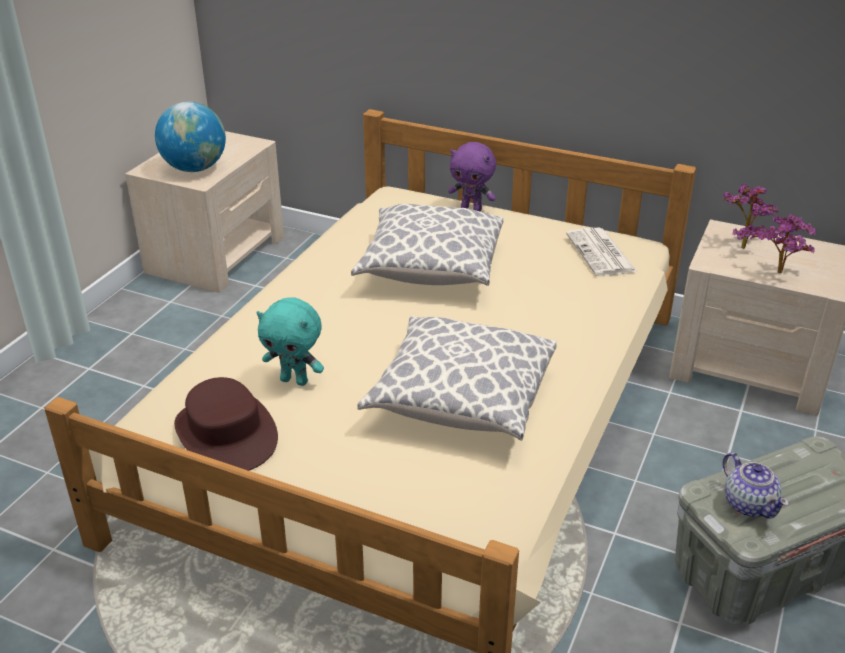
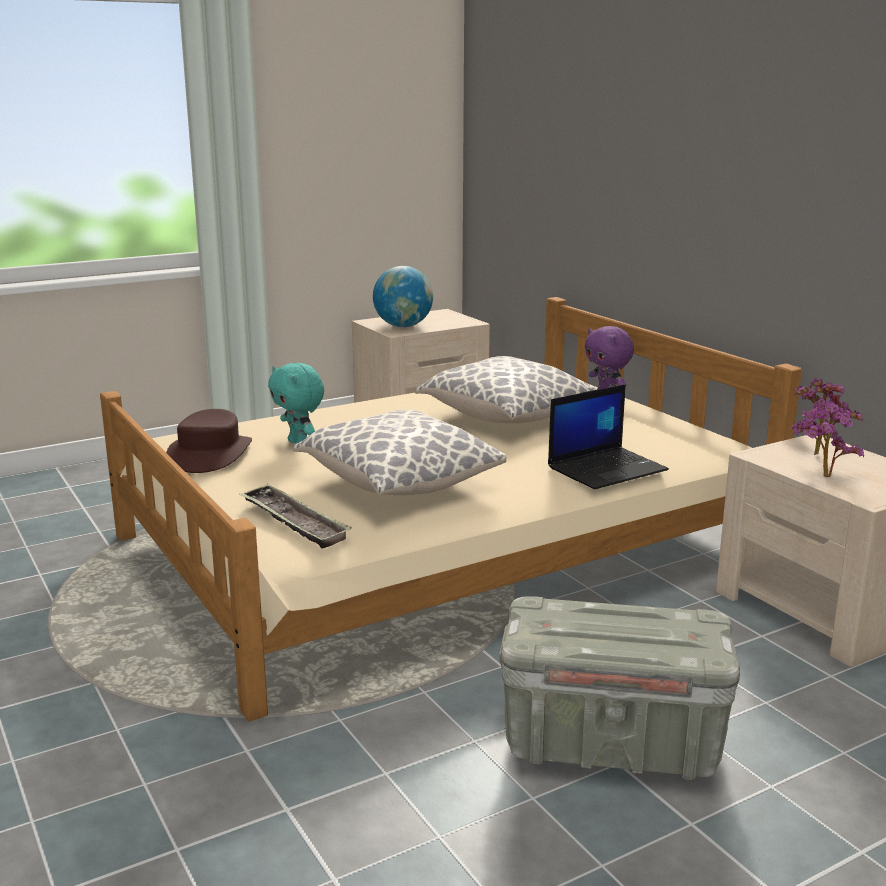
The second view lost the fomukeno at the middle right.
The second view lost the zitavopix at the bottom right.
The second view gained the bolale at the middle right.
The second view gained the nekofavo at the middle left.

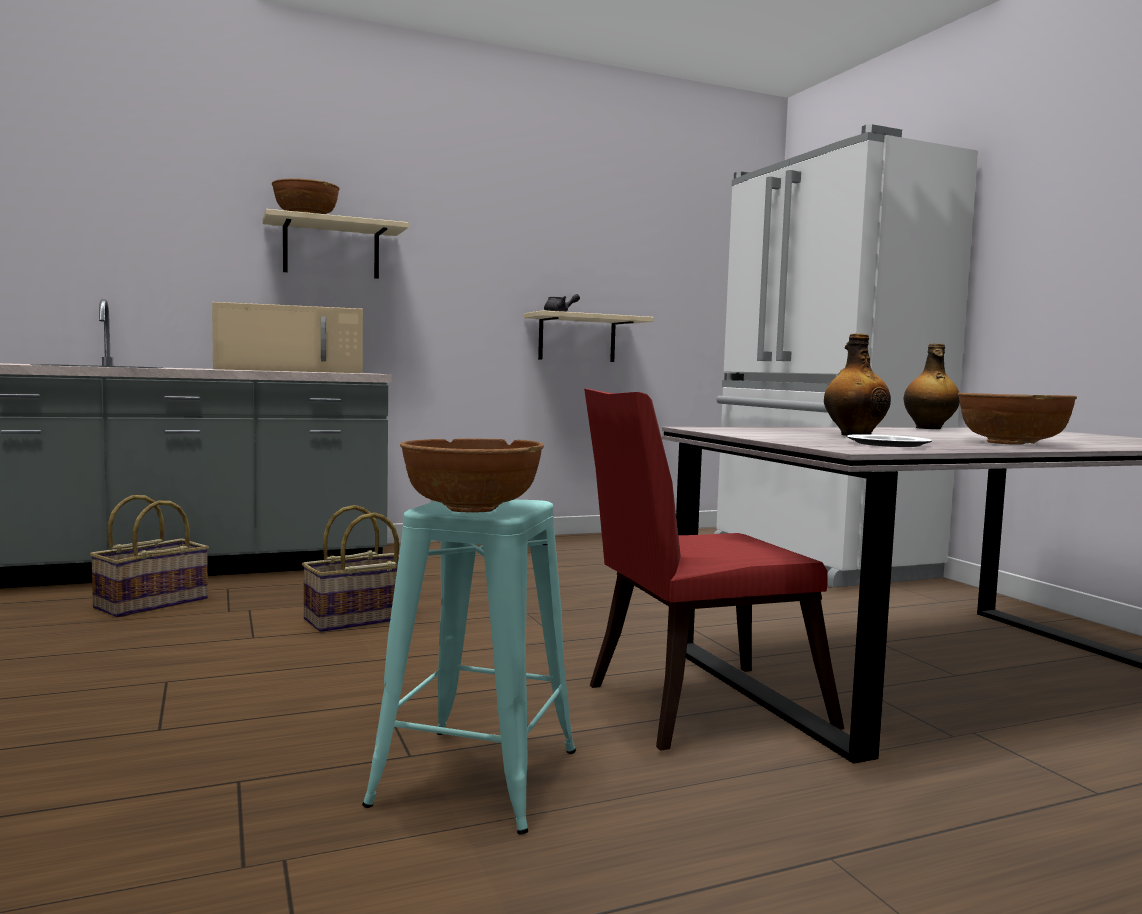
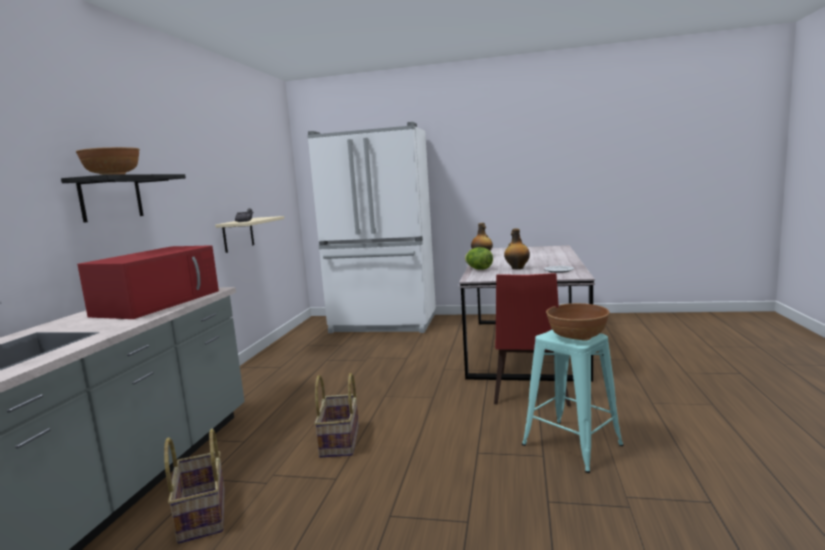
What was the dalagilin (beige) (no. 1 from left) at the top left turned into the dalagilin (black) at the middle left.
What was the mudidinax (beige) at the middle left turned into the mudidinax (red) at the middle left.
The second view lost the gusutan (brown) (no. 3 from left) at the middle right.
The second view gained the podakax at the centre.

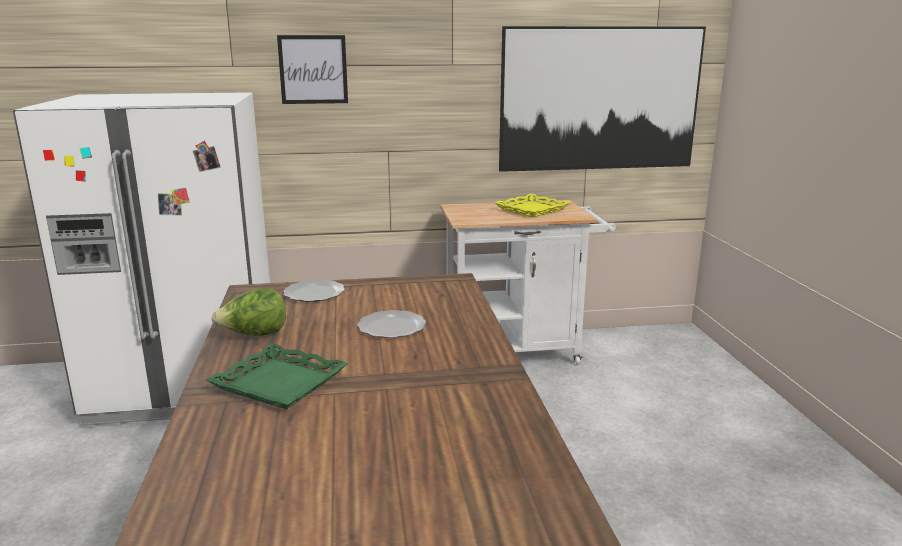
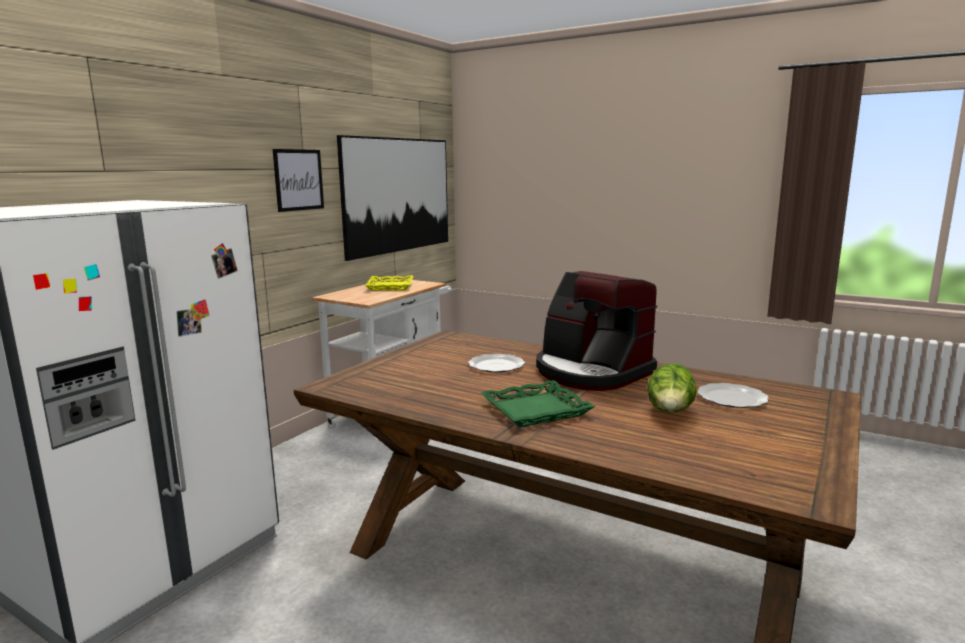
The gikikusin (no. 1 from left) ended up elsewhere, having gone from the top centre to the top left.
The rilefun (no. 1 from left in the first image) ended up elsewhere, having gone from the centre to the middle right.
The podakax ended up elsewhere, having gone from the middle left to the middle right.
The second view gained the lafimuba at the centre.

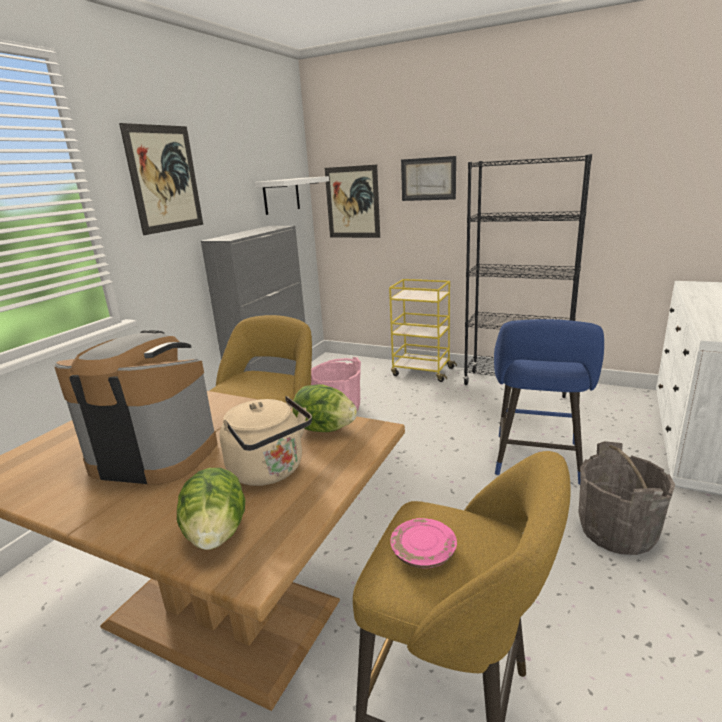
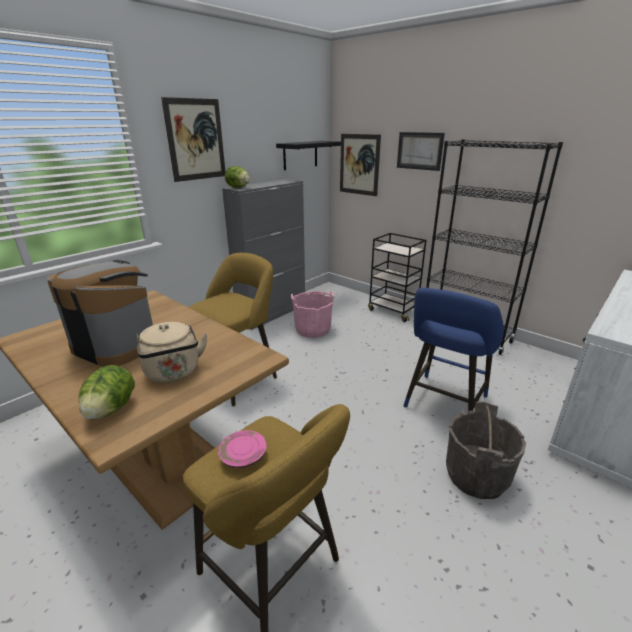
What was the dalagilin (white) at the top centre turned into the dalagilin (black) at the top centre.
What was the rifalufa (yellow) at the centre turned into the rifalufa (black) at the centre.
The podakax (no. 2 from left) ended up elsewhere, having gone from the centre to the top centre.

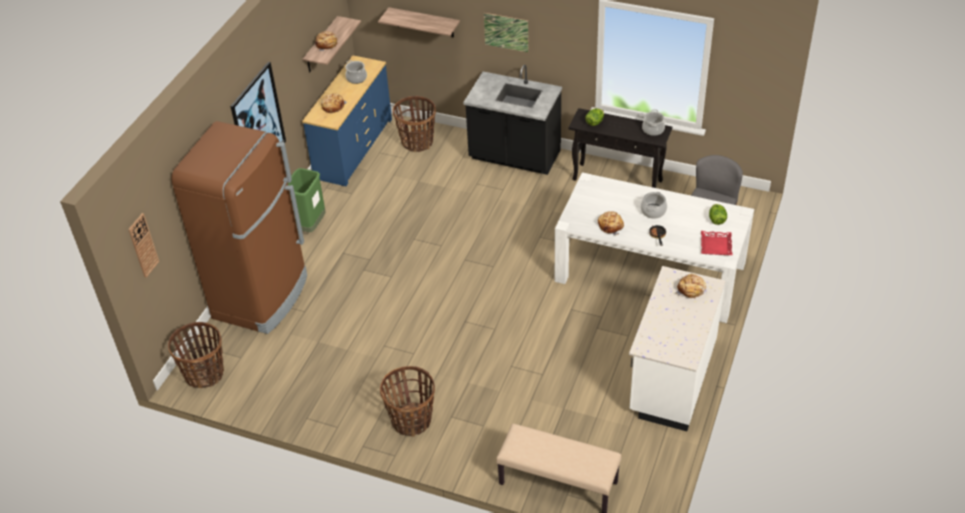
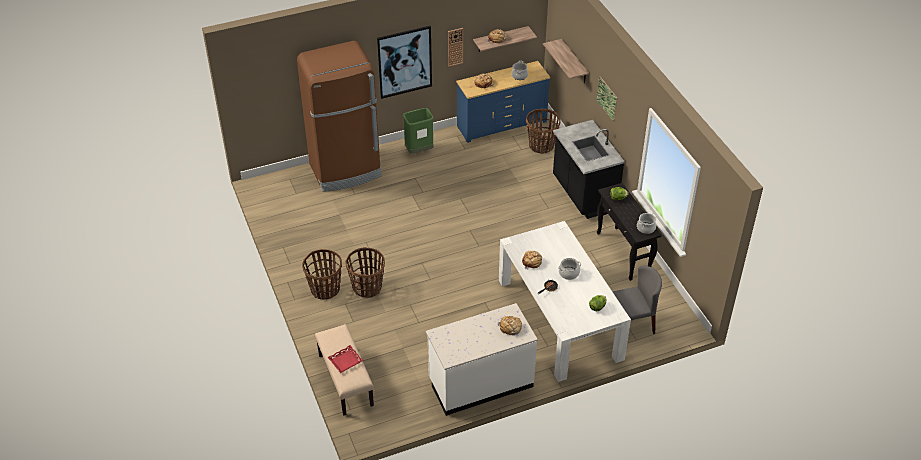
The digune ended up elsewhere, having gone from the middle left to the top centre.
The nekofavo (red) ended up elsewhere, having gone from the middle right to the bottom centre.
The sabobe (no. 1 from left in the first image) ended up elsewhere, having gone from the bottom left to the centre.

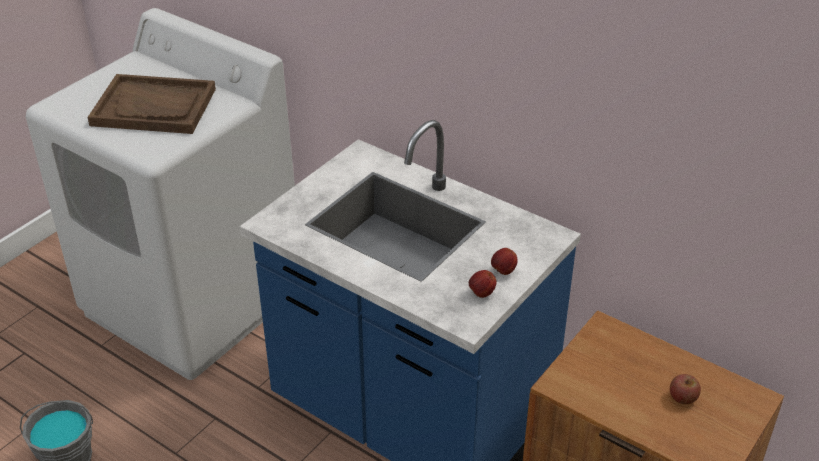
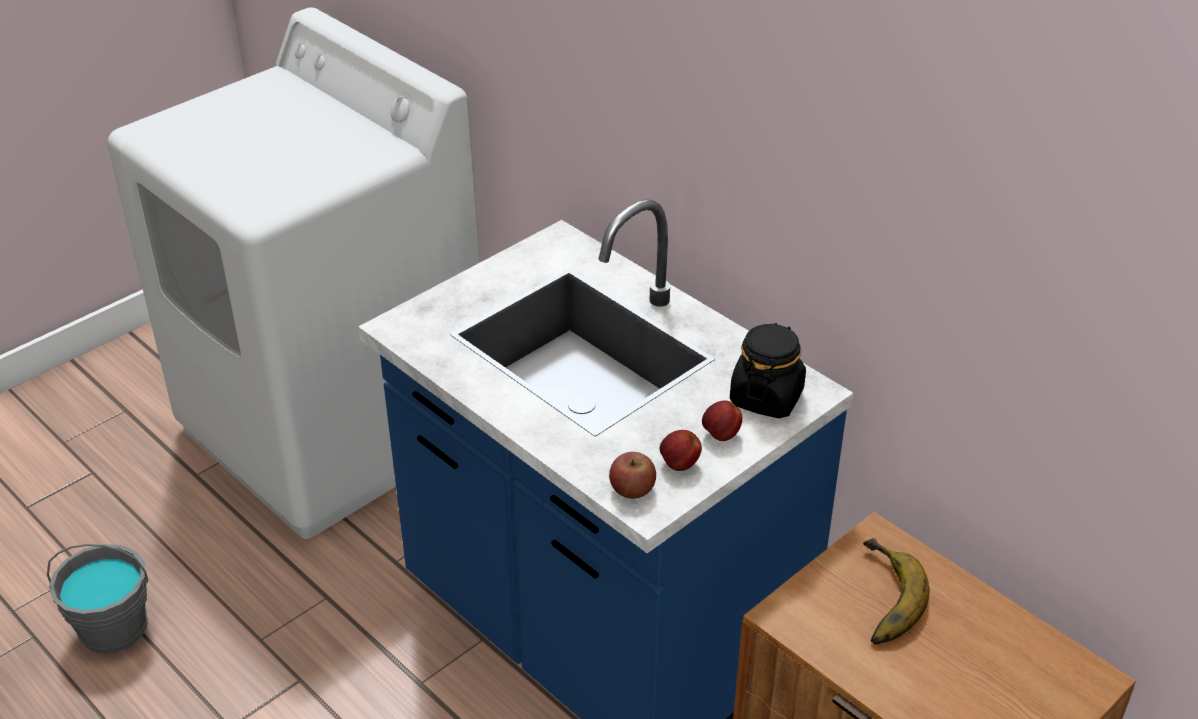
The second view lost the nekofavo (brown) at the top left.
The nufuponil (no. 3 from left in the first image) ended up elsewhere, having gone from the bottom right to the centre.
The second view gained the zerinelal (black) at the centre.
The second view gained the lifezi at the bottom right.

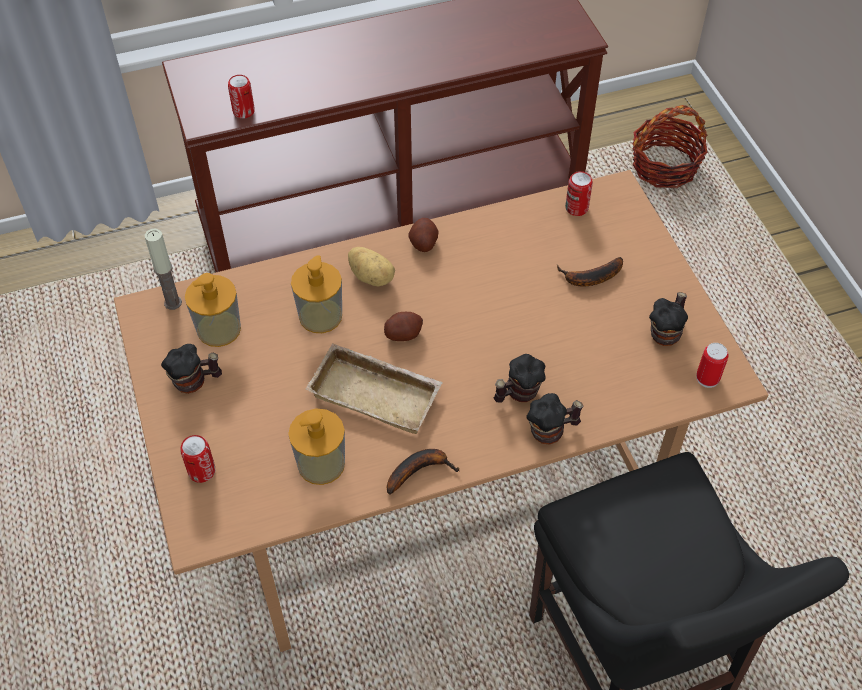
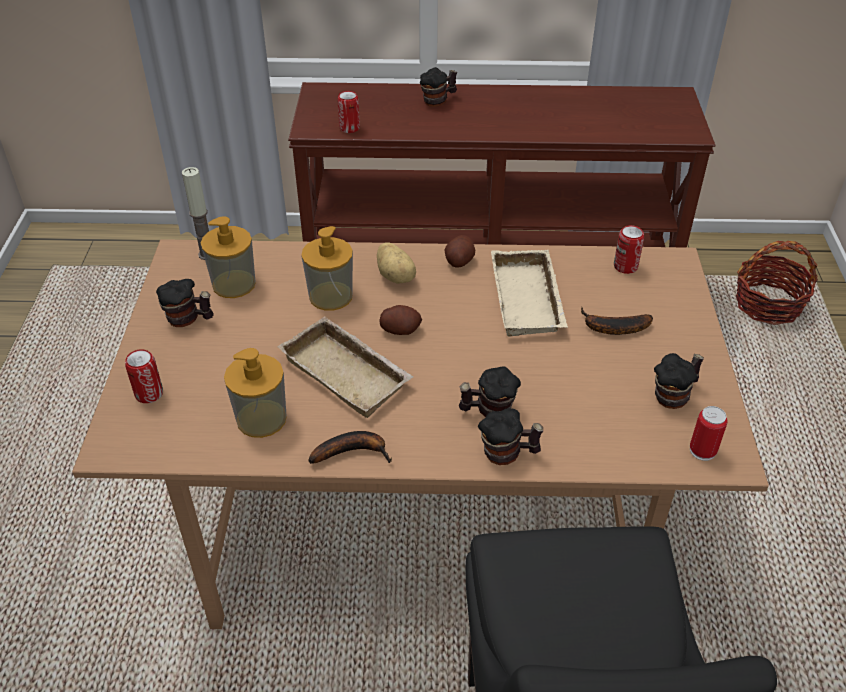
The second view gained the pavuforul (no. 2 from left) at the top centre.
The second view gained the nekofavo (beige) (no. 2 from left) at the centre.

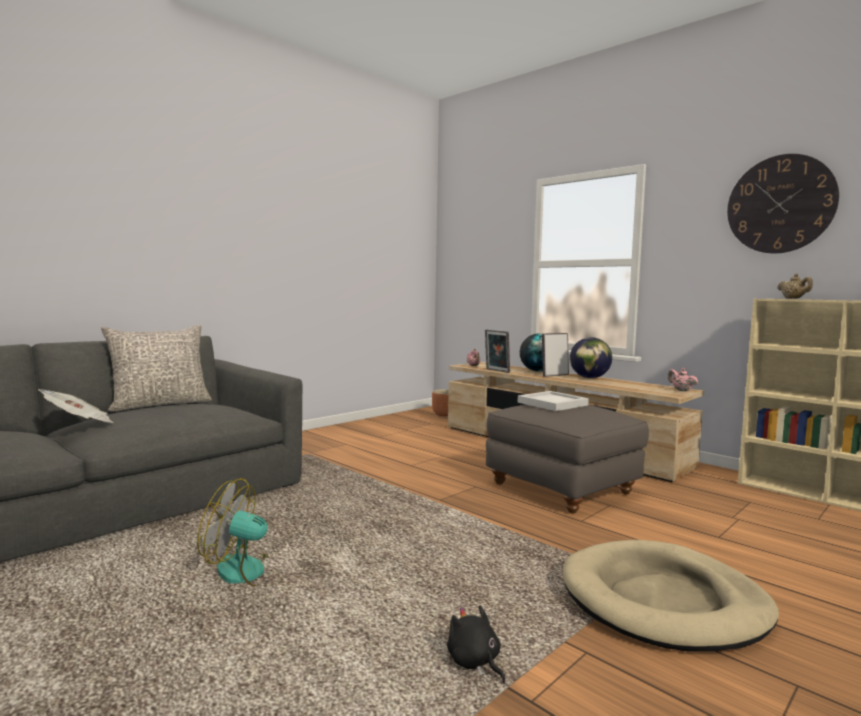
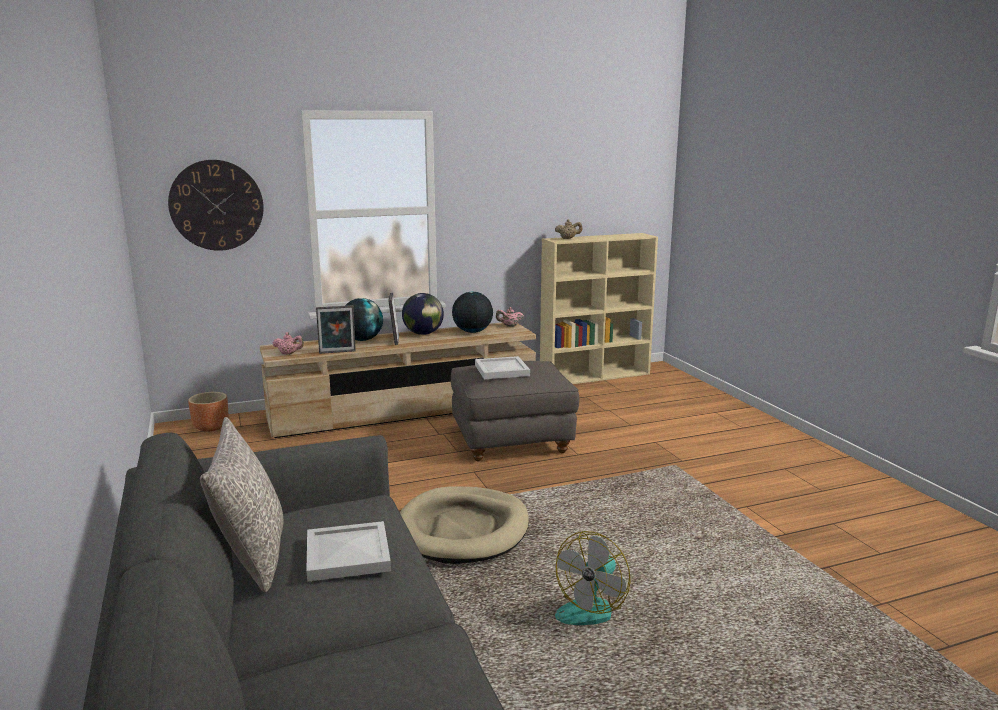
The digune ended up elsewhere, having gone from the top right to the top left.
The second view lost the fomukeno at the middle left.
The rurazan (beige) ended up elsewhere, having gone from the bottom right to the bottom centre.
The second view lost the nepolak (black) at the bottom centre.
The second view gained the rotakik (no. 3 from left) at the centre.
The second view gained the nekofavo (white) (no. 1 from left) at the bottom centre.

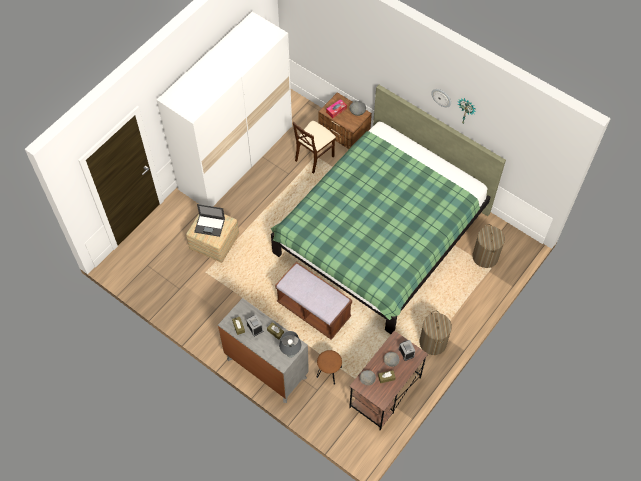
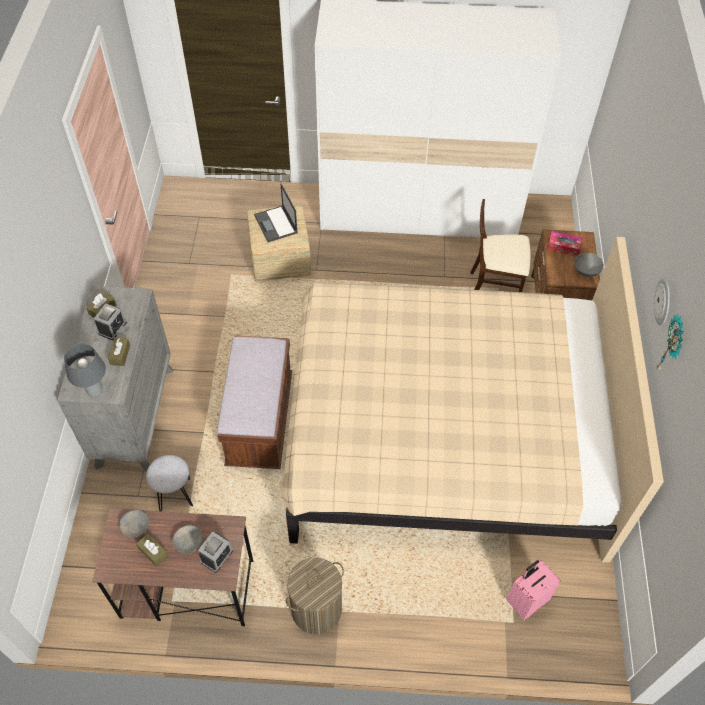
What was the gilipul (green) at the centre turned into the gilipul (beige) at the middle right.
Where the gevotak (no. 2 from left) stood at the middle right, the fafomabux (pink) came to stand at the bottom right.
What was the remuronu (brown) at the bottom centre turned into the remuronu (grey) at the bottom left.

